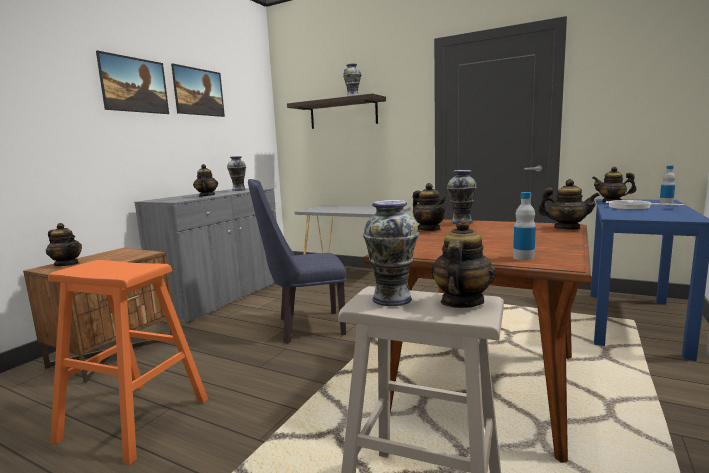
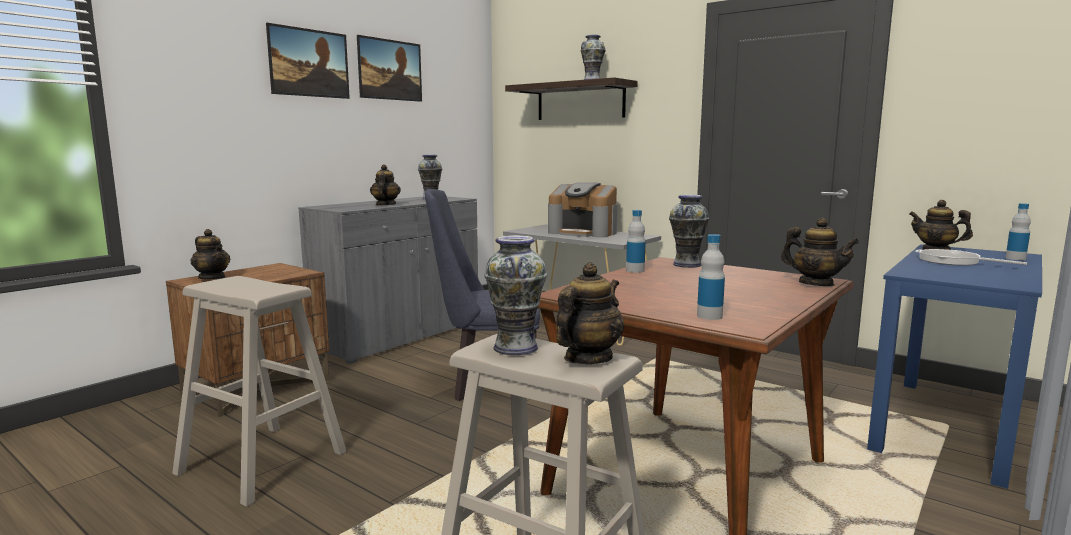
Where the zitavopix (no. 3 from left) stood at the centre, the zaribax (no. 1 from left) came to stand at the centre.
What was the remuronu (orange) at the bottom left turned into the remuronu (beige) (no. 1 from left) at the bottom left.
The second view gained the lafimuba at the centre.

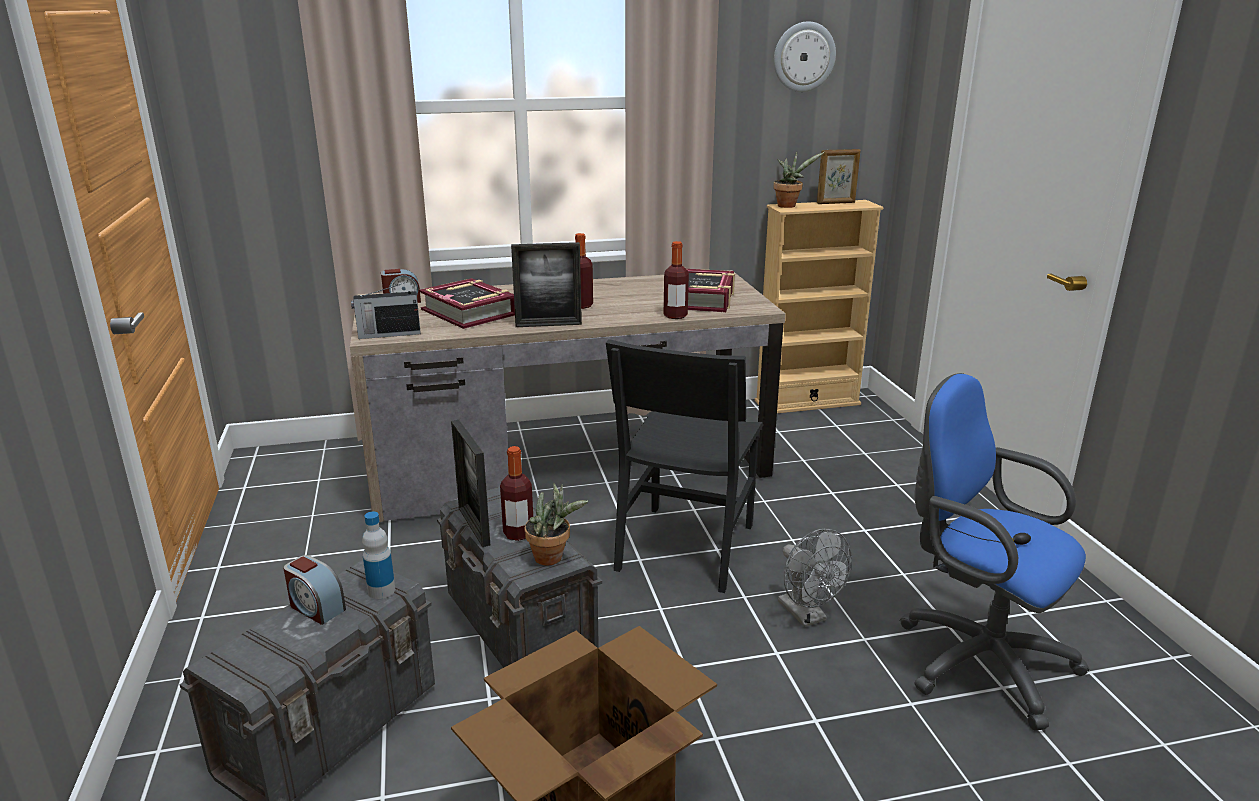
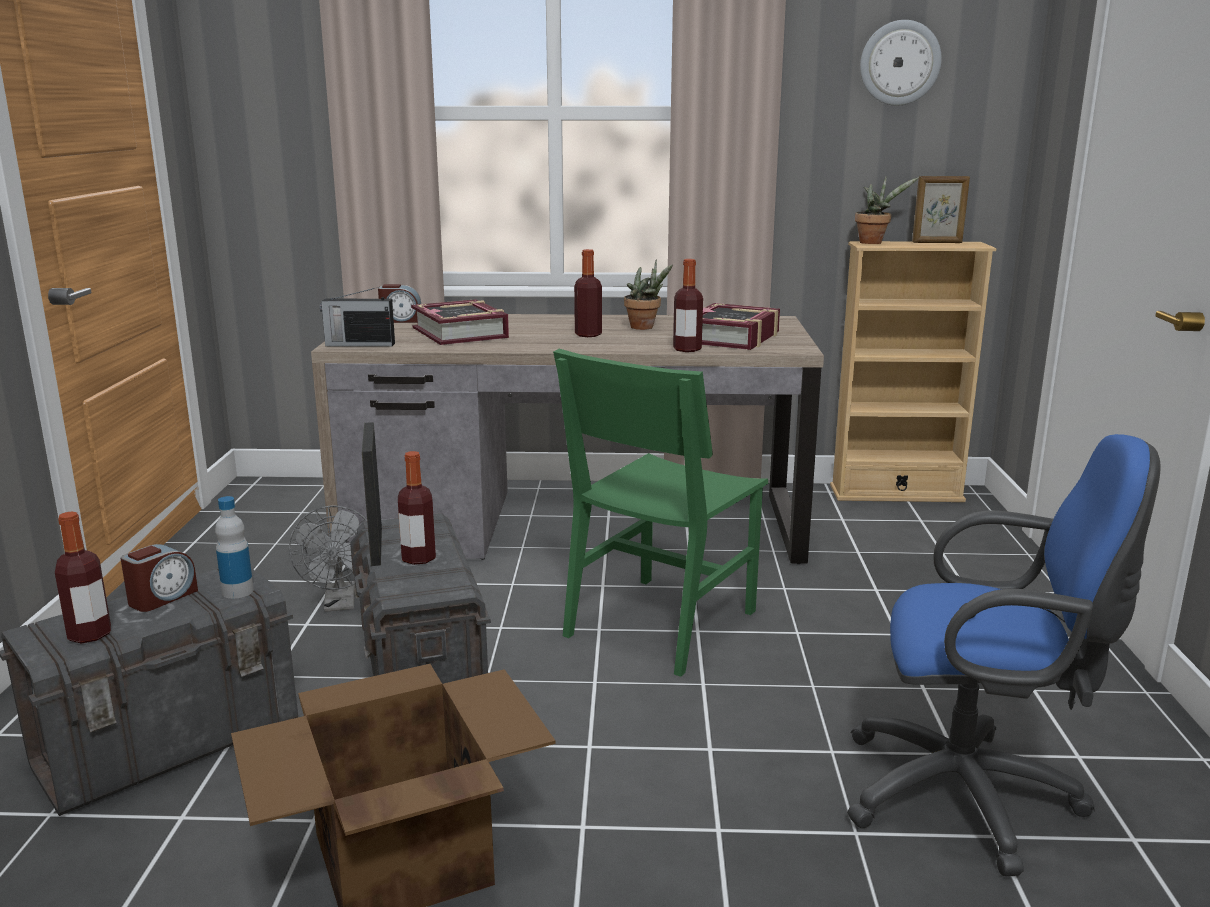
The second view lost the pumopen (no. 2 from left) at the centre.
What was the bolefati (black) at the centre turned into the bolefati (green) at the centre.
The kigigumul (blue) at the bottom right ended up facing another way, 135 degrees clockwise from before.
The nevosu (no. 1 from left) ended up elsewhere, having gone from the centre to the top centre.
The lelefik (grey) ended up elsewhere, having gone from the bottom centre to the middle left.
The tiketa (no. 1 from left) at the bottom left ended up facing another way, 105 degrees counterclockwise from before.
The second view gained the zaribax (no. 1 from left) at the middle left.

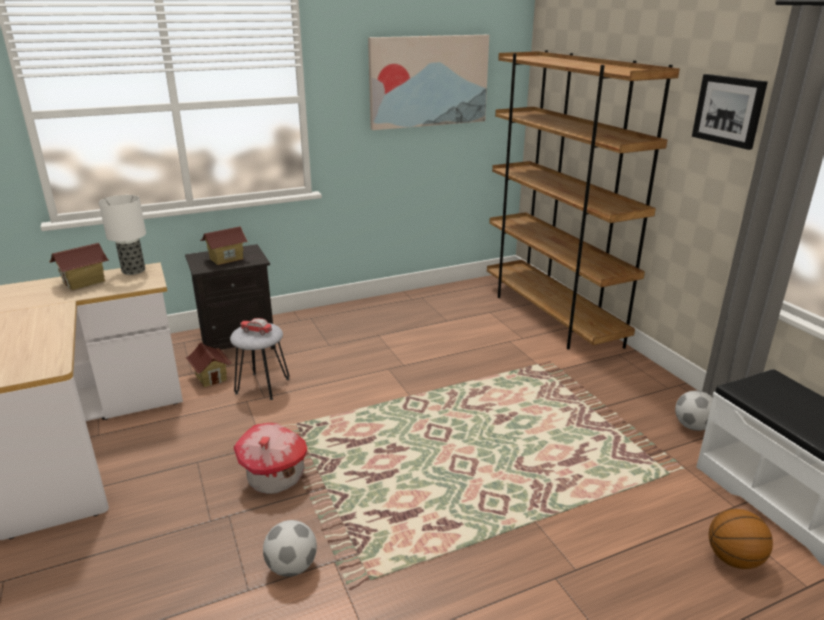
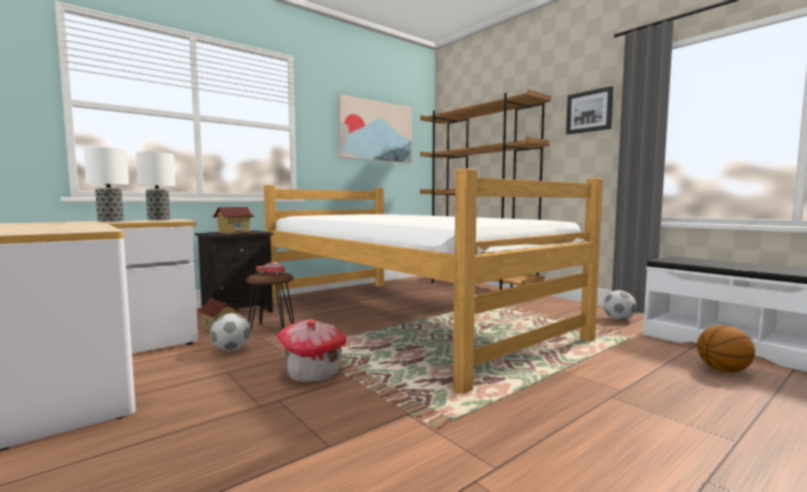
Where the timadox (no. 1 from left) stood at the middle left, the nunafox (no. 1 from left) came to stand at the middle left.
What was the remuronu (grey) at the middle left turned into the remuronu (brown) at the centre.
The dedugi (no. 1 from left) ended up elsewhere, having gone from the bottom centre to the bottom left.
The second view gained the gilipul at the centre.

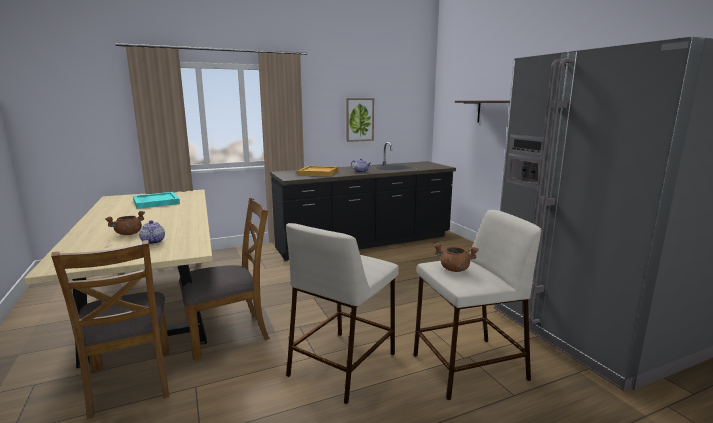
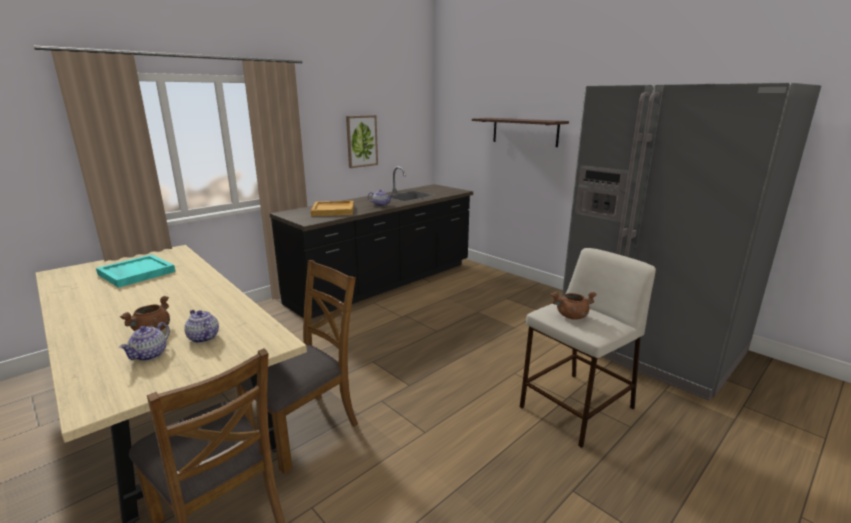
The second view lost the remuronu (beige) (no. 1 from left) at the bottom centre.
The second view gained the zitavopix (no. 1 from left) at the middle left.

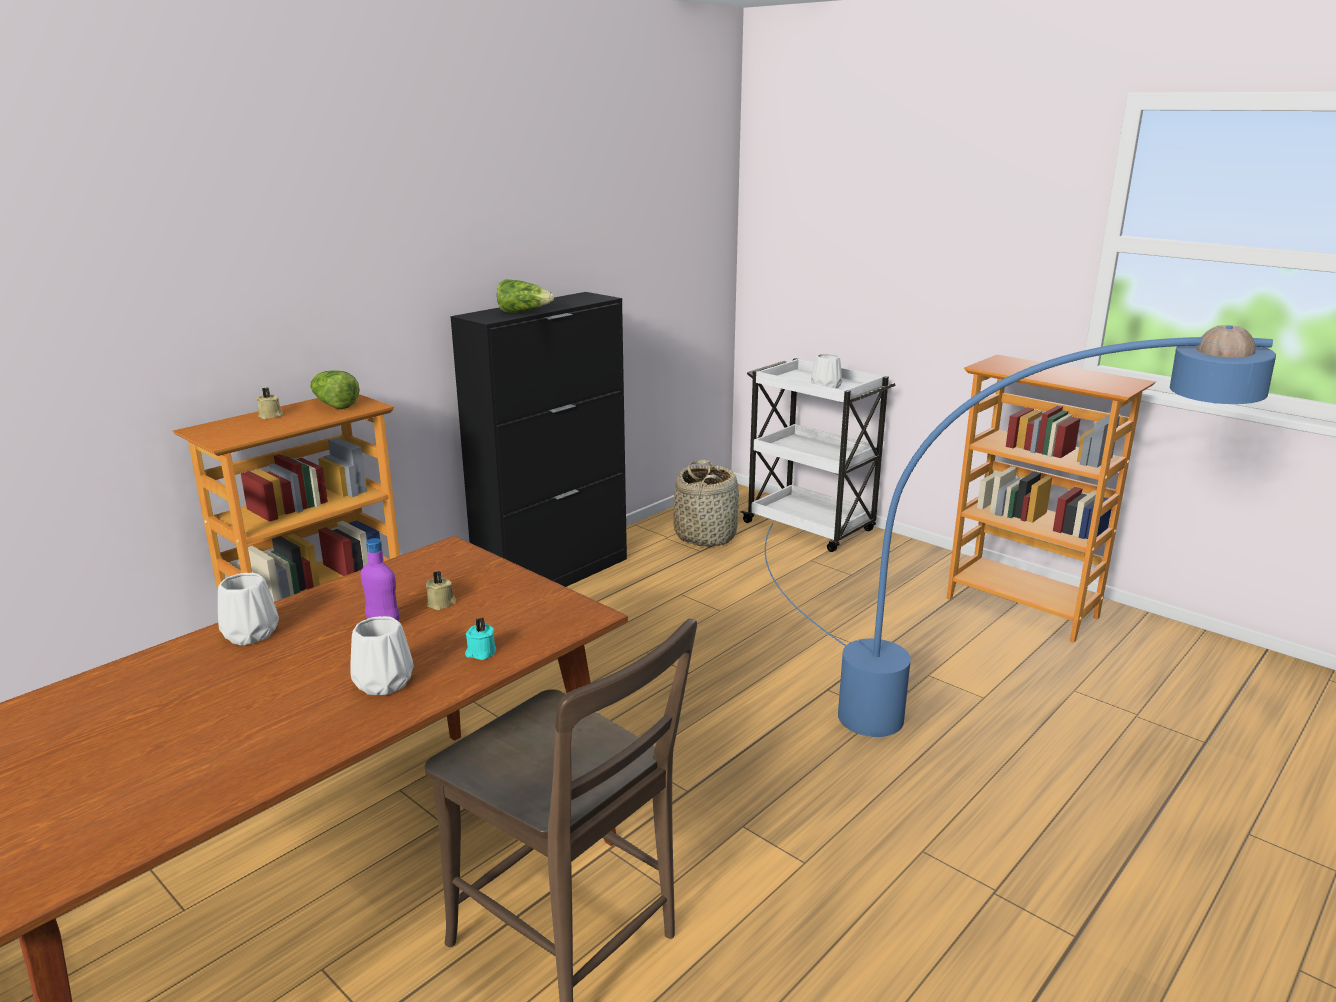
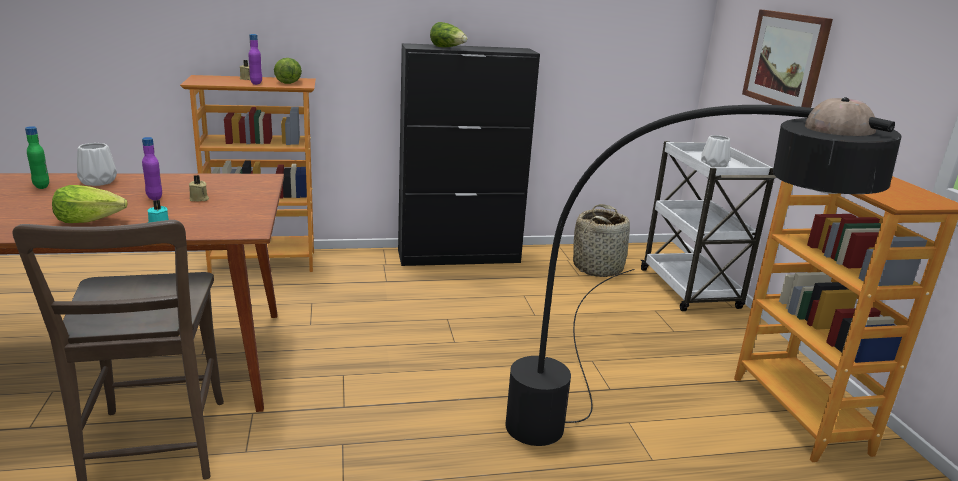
What was the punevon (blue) at the middle right turned into the punevon (black) at the middle right.
Where the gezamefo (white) (no. 2 from left) stood at the middle left, the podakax (no. 1 from left) came to stand at the middle left.
The second view gained the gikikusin at the top right.
The second view gained the zaribax (purple) (no. 2 from left) at the top left.
The second view gained the zaribax (green) at the top left.

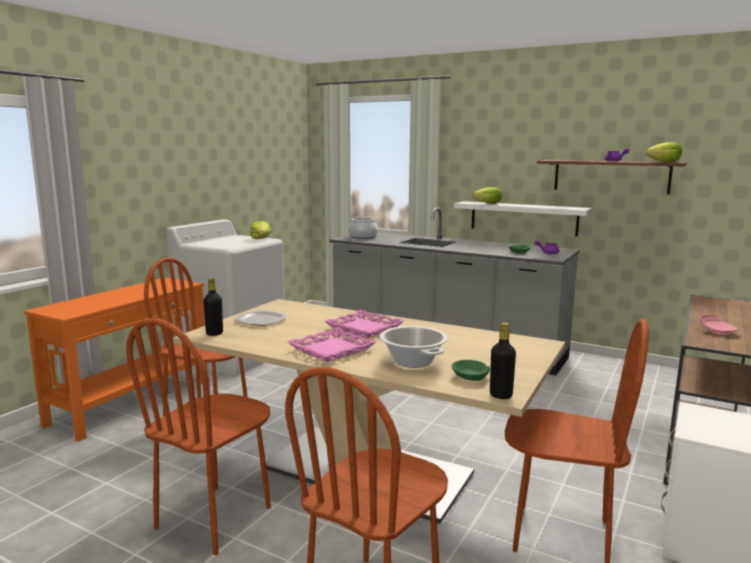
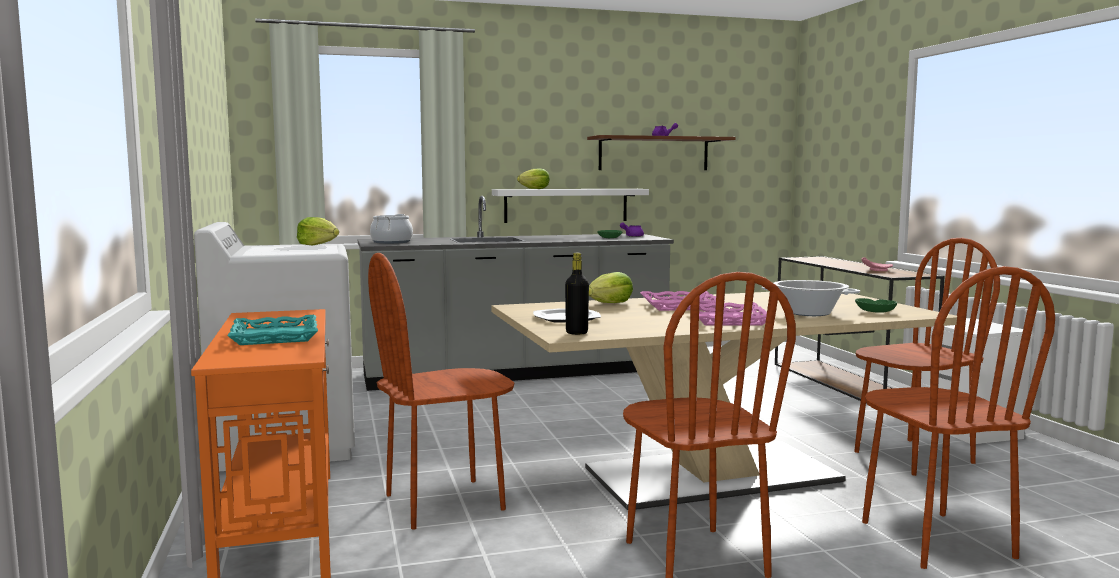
The podakax (no. 3 from left) ended up elsewhere, having gone from the top right to the centre.
The second view lost the zaribax (black) (no. 2 from left) at the middle right.
The second view gained the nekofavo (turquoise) at the middle left.

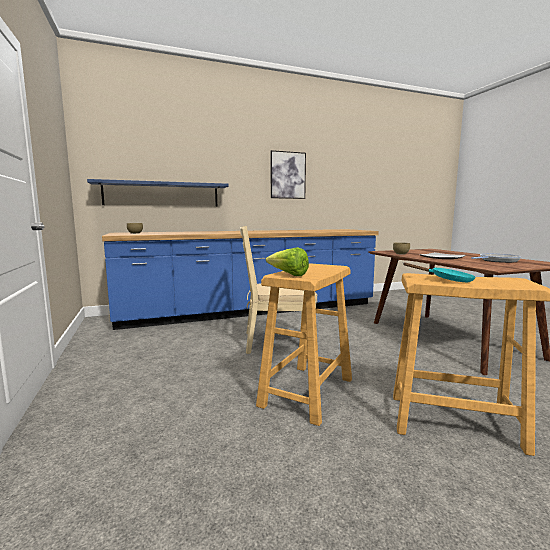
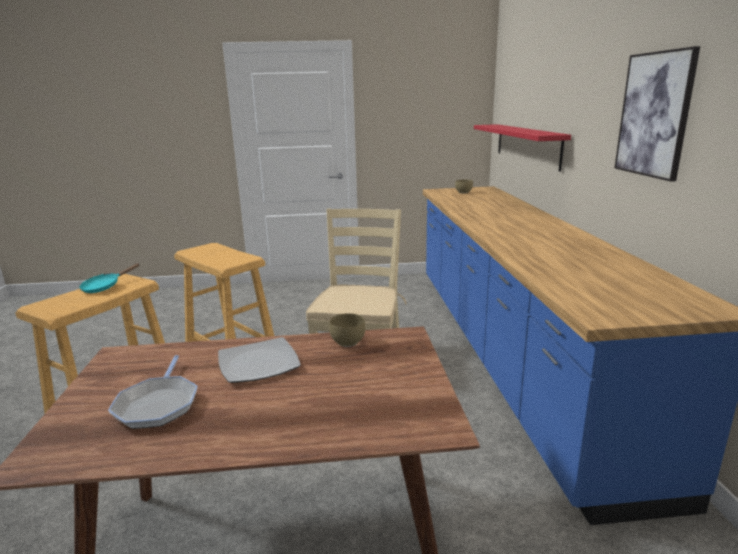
What was the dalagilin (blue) at the middle left turned into the dalagilin (red) at the top right.
The second view lost the podakax at the centre.

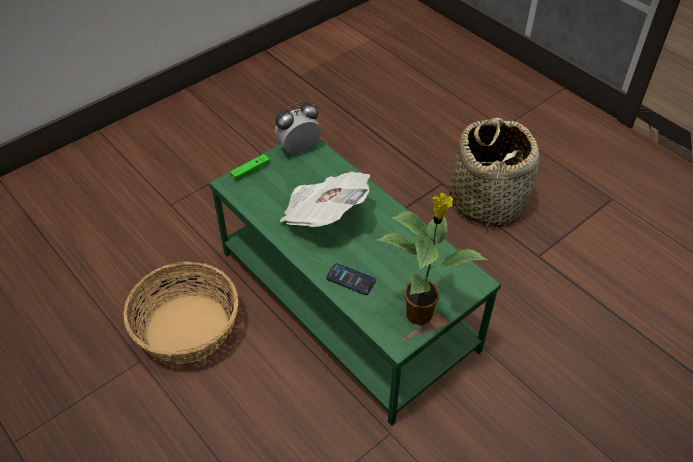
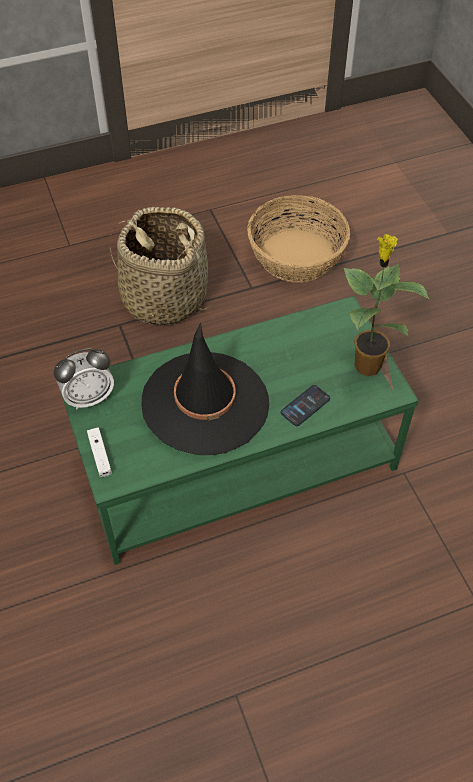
The tiketa at the top centre ended up facing another way, 105 degrees counterclockwise from before.
What was the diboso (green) at the centre turned into the diboso (white) at the middle left.
Where the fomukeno stood at the centre, the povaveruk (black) came to stand at the centre.
The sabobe (no. 1 from left in the first image) ended up elsewhere, having gone from the bottom left to the top centre.

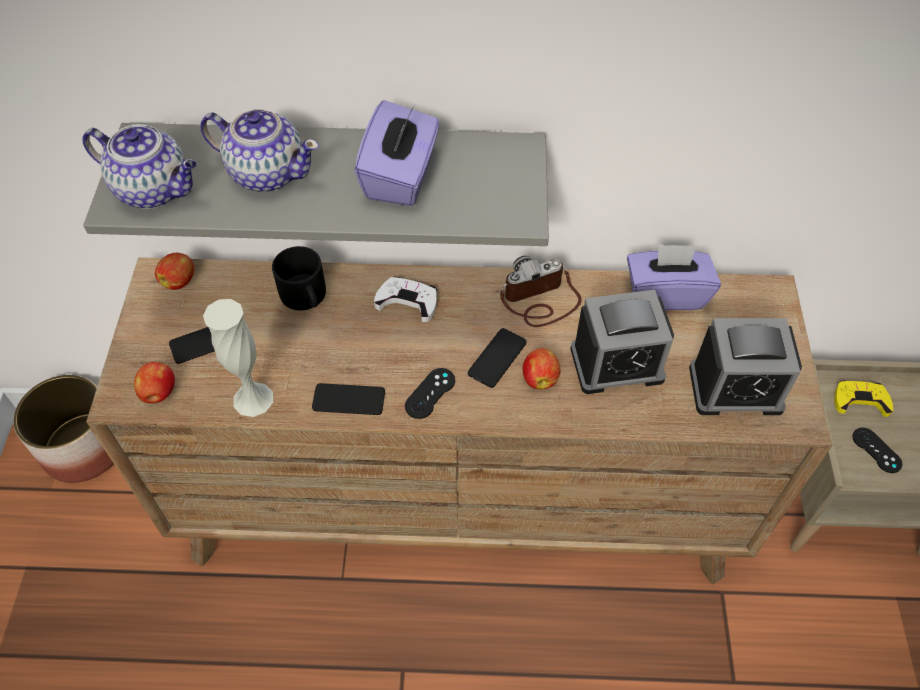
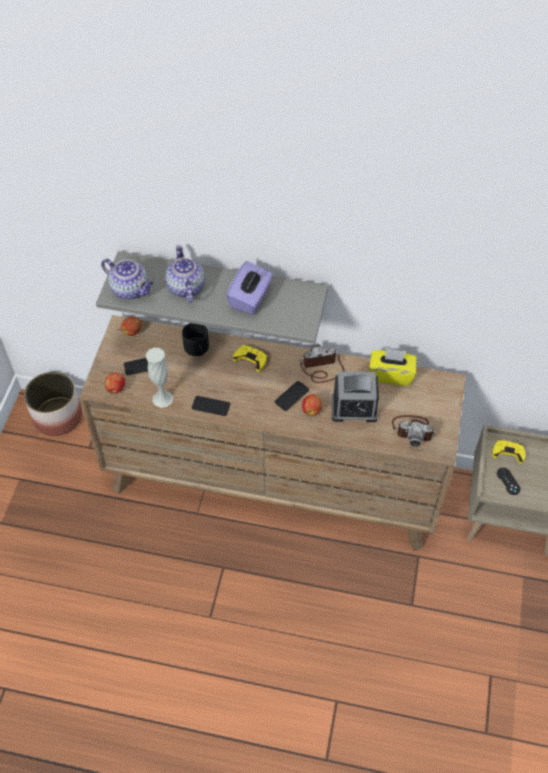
The zitavopix (no. 2 from left) at the top left ended up facing another way, 135 degrees counterclockwise from before.
What was the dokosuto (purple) (no. 2 from left) at the middle right turned into the dokosuto (yellow) at the middle right.
What was the diboso (white) at the centre turned into the diboso (yellow) (no. 1 from left) at the centre.
Where the tiketa (no. 2 from left) stood at the middle right, the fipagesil (no. 2 from left) came to stand at the middle right.
The second view lost the diboso (black) (no. 1 from left) at the centre.

